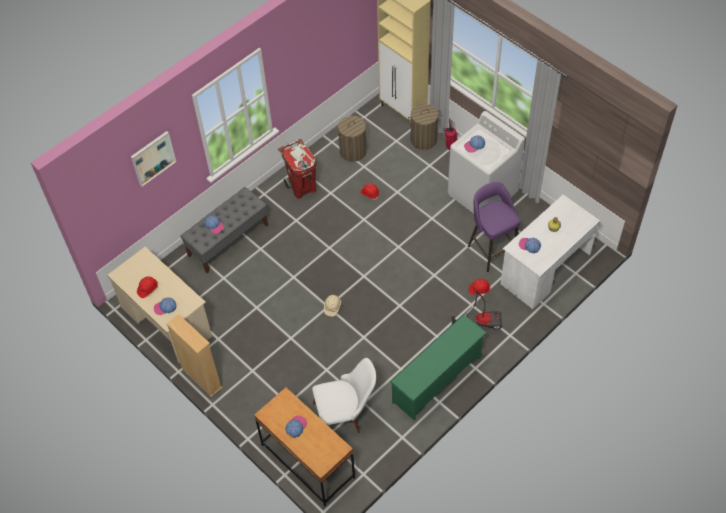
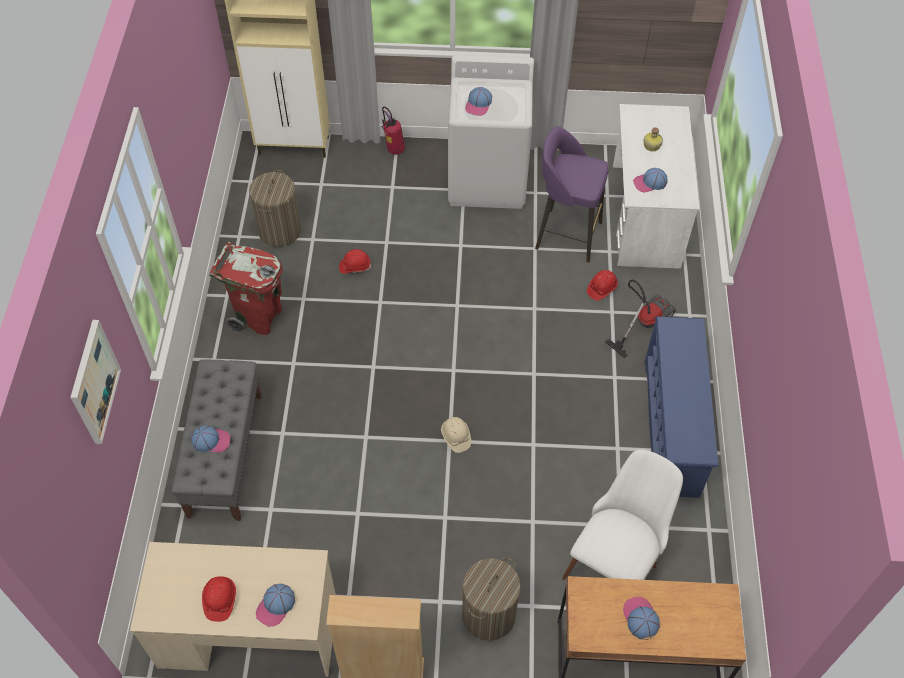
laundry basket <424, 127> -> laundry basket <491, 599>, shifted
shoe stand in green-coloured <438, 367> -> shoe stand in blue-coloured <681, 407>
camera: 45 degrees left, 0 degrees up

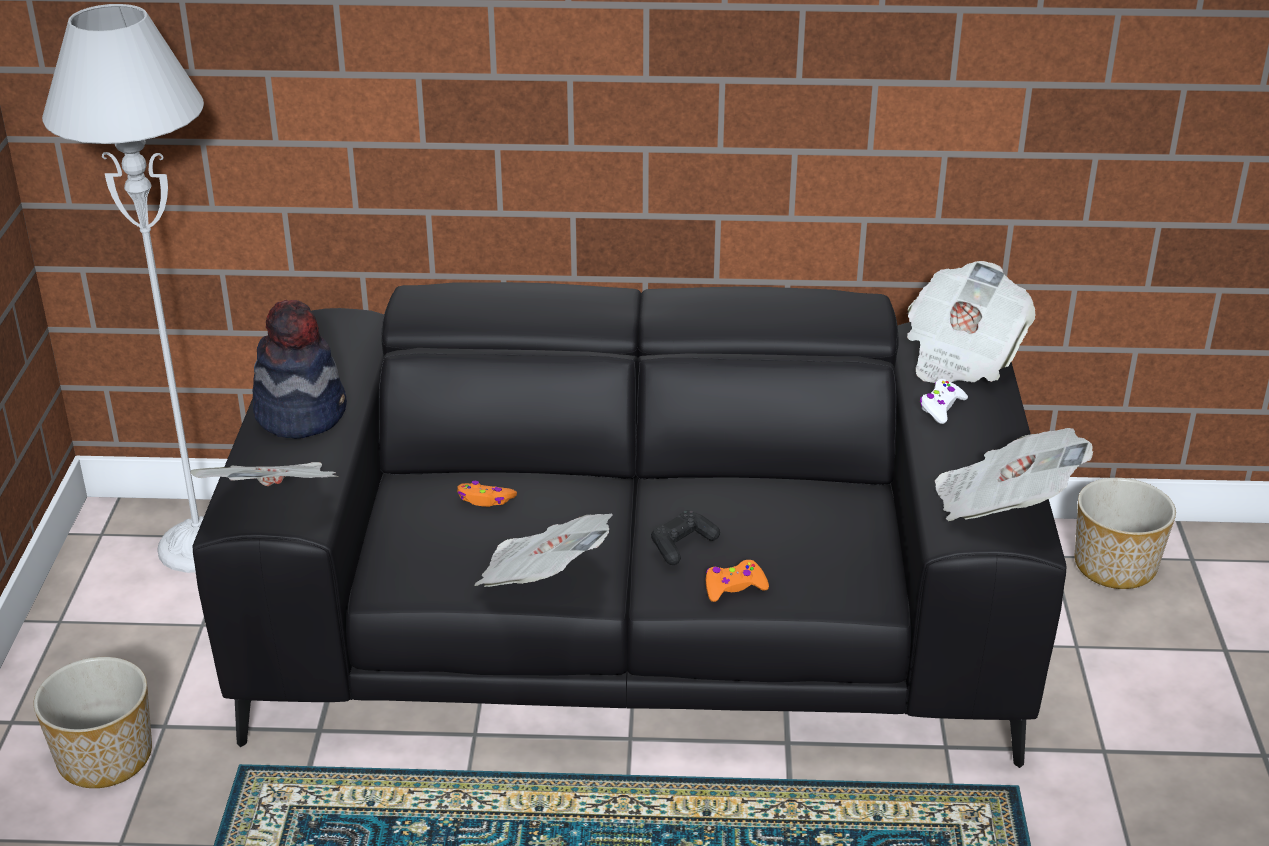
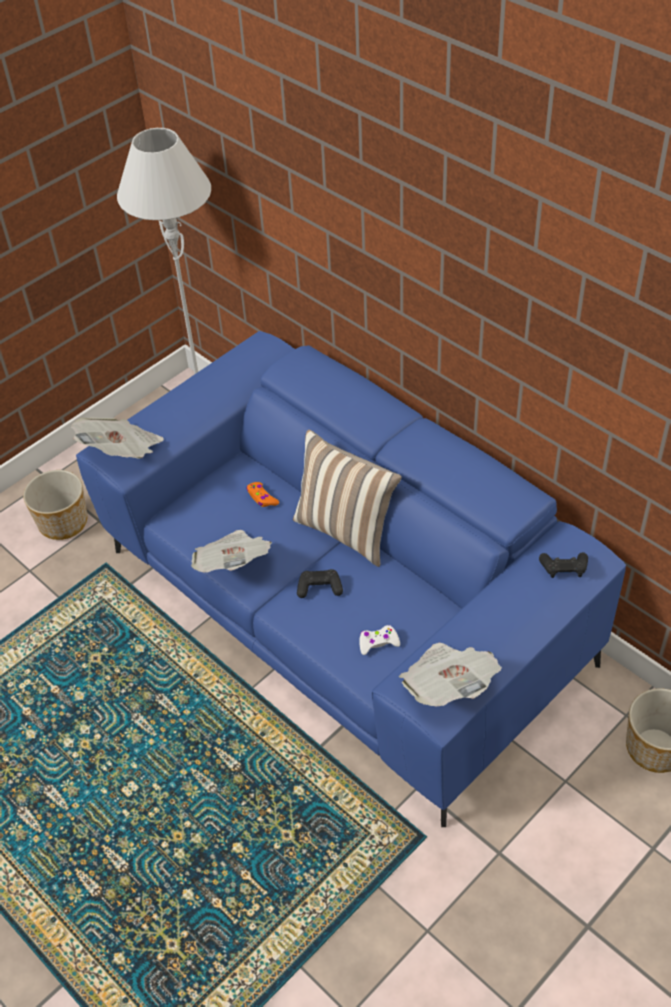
printed paper <971, 322> -> gamepad in black-coloured <563, 565>
settee in black-coloured <629, 525> -> settee in blue-coloured <351, 579>
wearable hat <300, 369> -> none
gamepad in whitish <944, 401> -> gamepad in whitish <379, 640>, shifted
gamepad in orange-coloured <737, 581> -> none
none -> cushion <347, 498>
camera: 45 degrees right, 15 degrees up

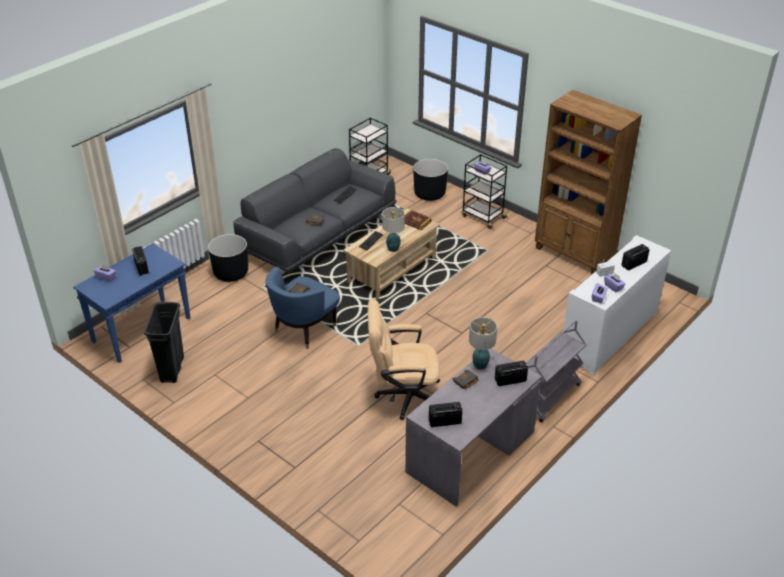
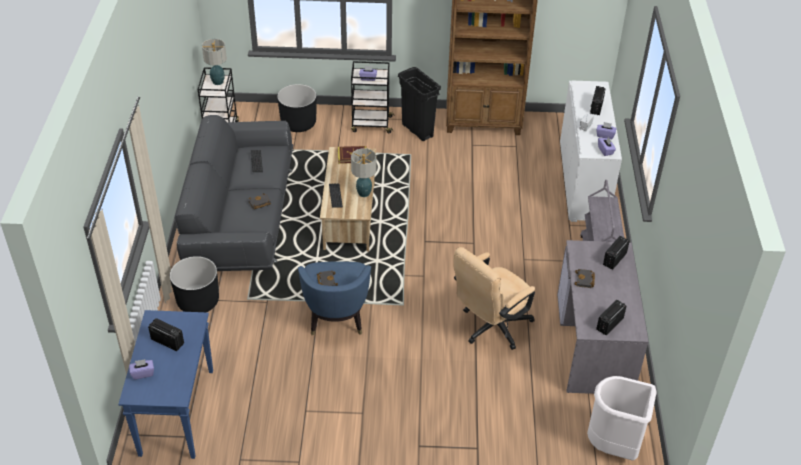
trash can in black-coloured <164, 342> -> trash can in black-coloured <419, 104>, shifted
tabletop lamp <483, 343> -> tabletop lamp <214, 62>, shifted
none -> trash can in whitish <622, 418>
camera: 40 degrees left, 5 degrees up

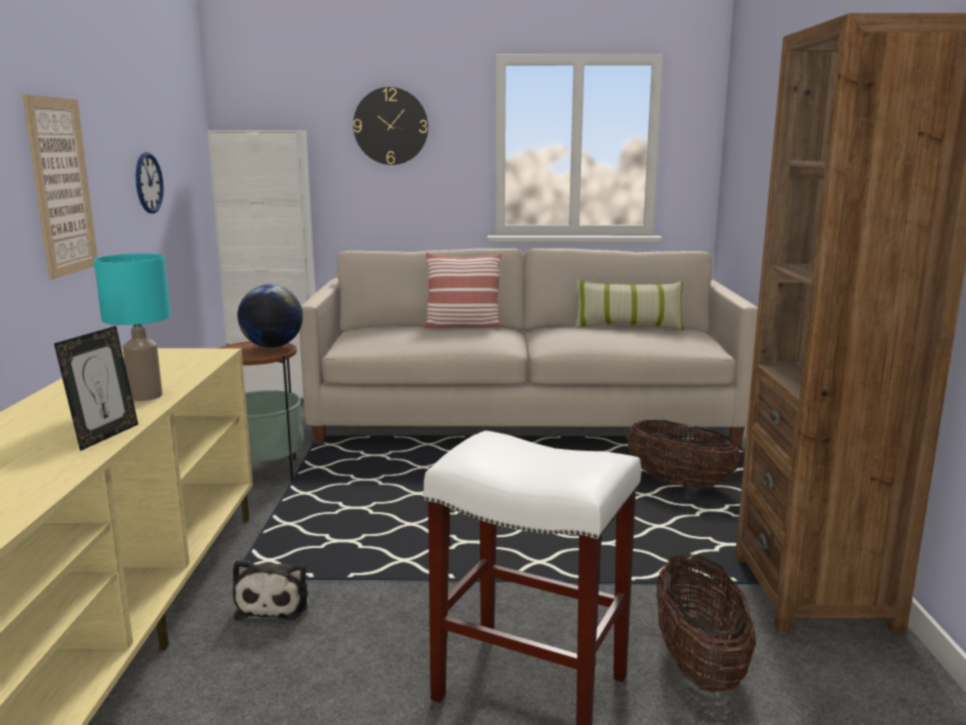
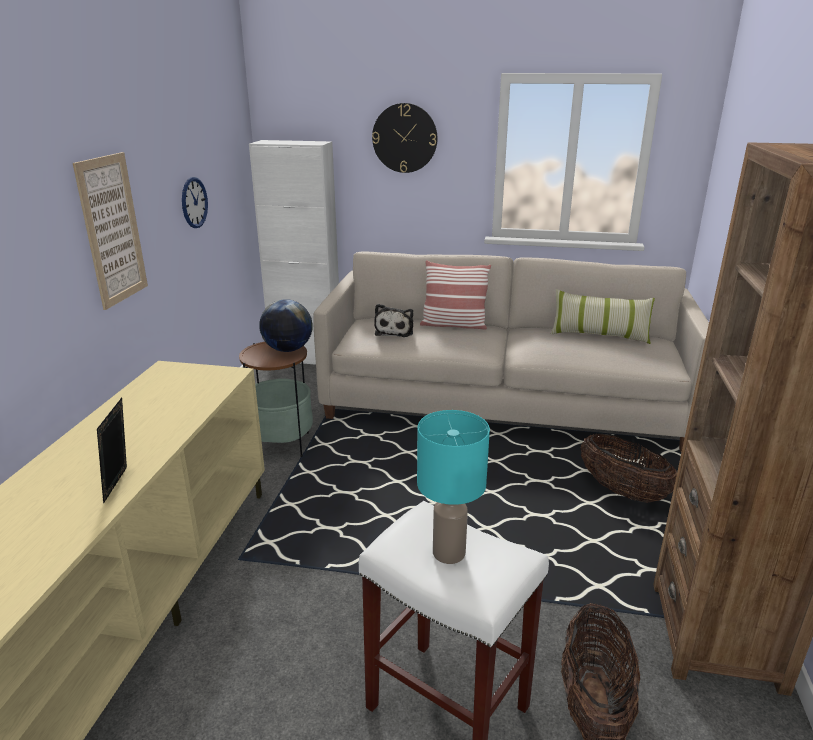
tabletop lamp in blue-green <132, 327> -> tabletop lamp in blue-green <453, 487>, shifted
photo frame <96, 388> -> photo frame <112, 451>, 150 degrees clockwise
plush toy <271, 590> -> plush toy <393, 320>, shifted
camera: 10 degrees right, 10 degrees up

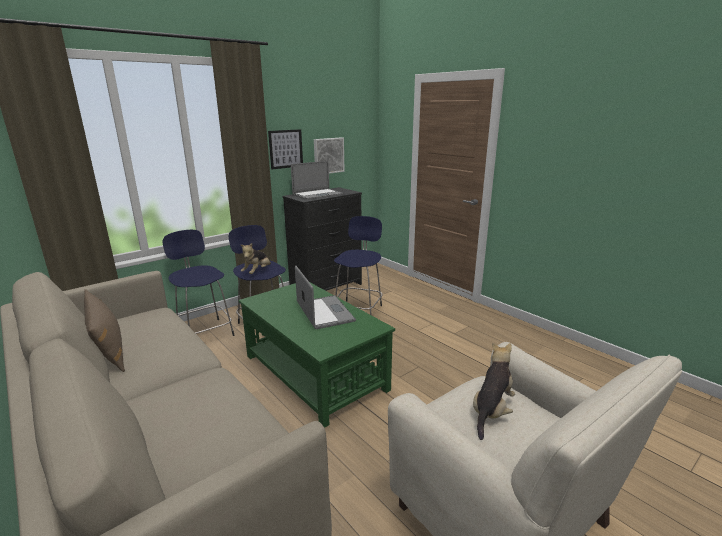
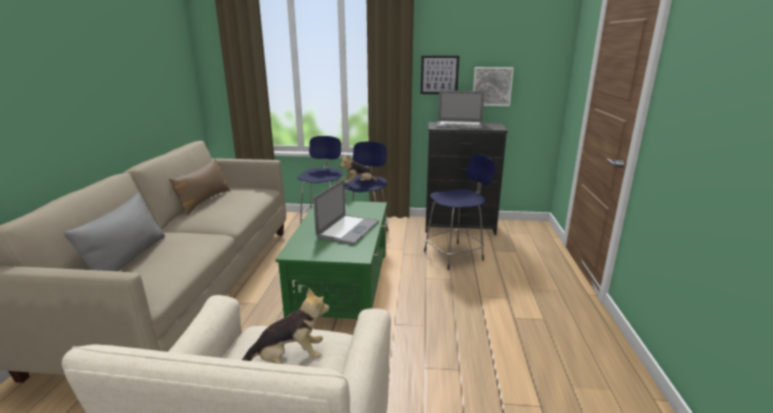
none -> cushion in grey <114, 231>
camera: 45 degrees right, 0 degrees up

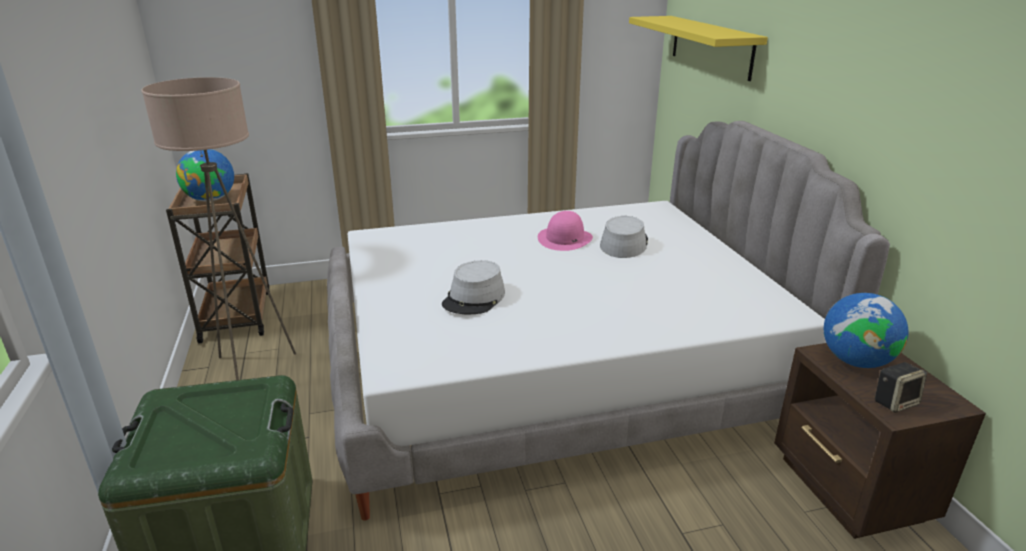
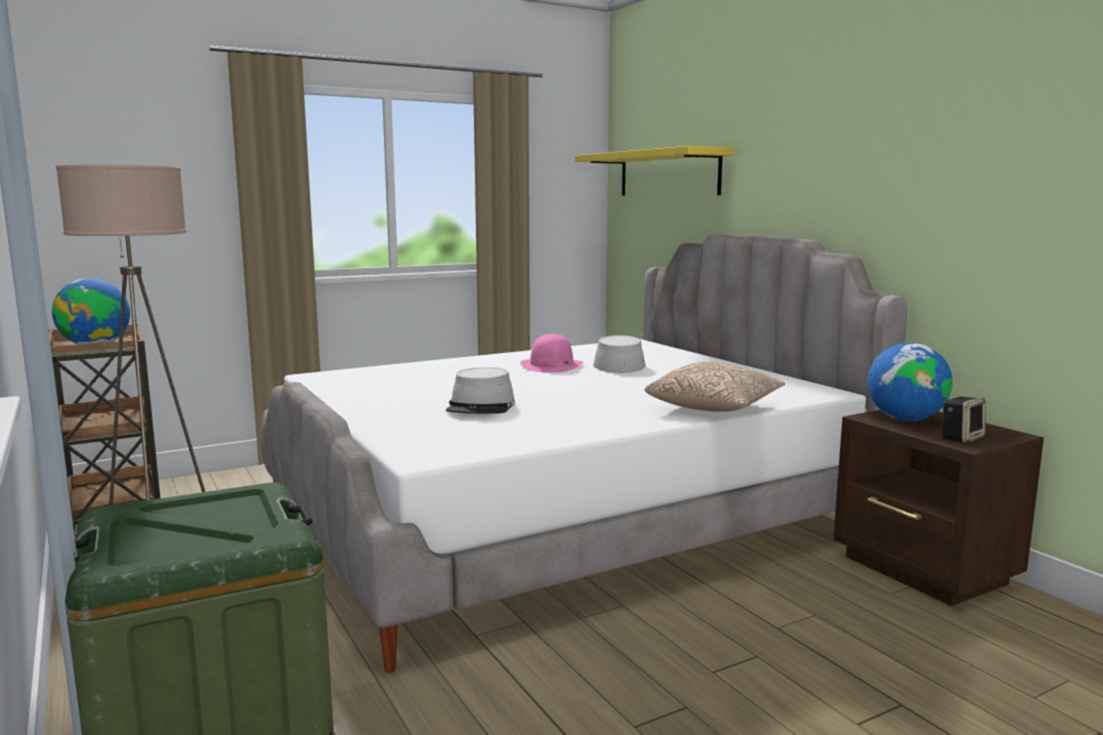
none -> cushion <715, 387>
camera: 15 degrees left, 15 degrees down

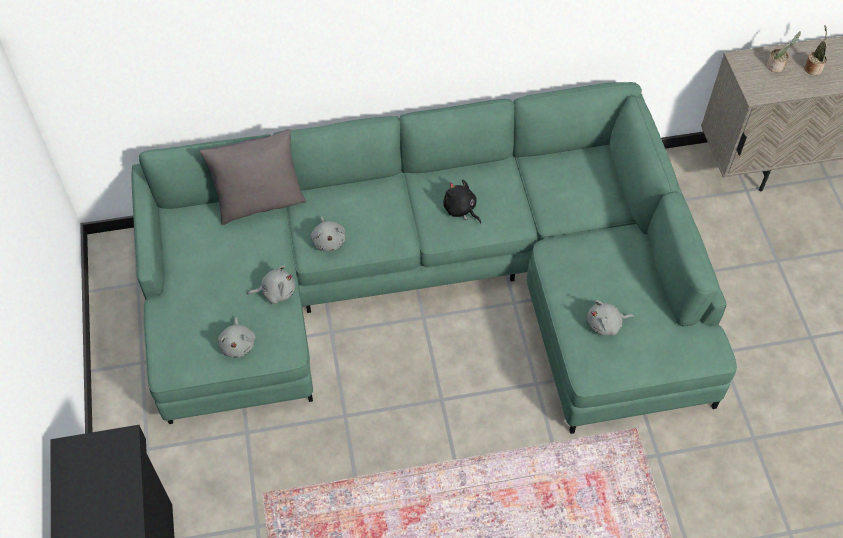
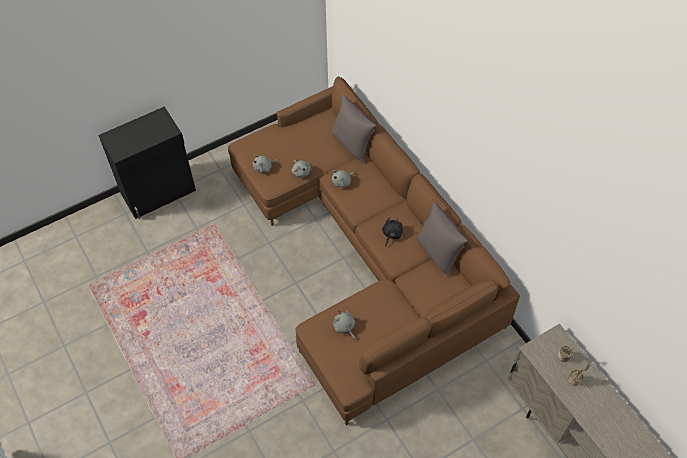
settee in green-coloured <434, 258> -> settee in brown-coloured <374, 251>
none -> cushion in grey <442, 239>
camera: 70 degrees right, 0 degrees up

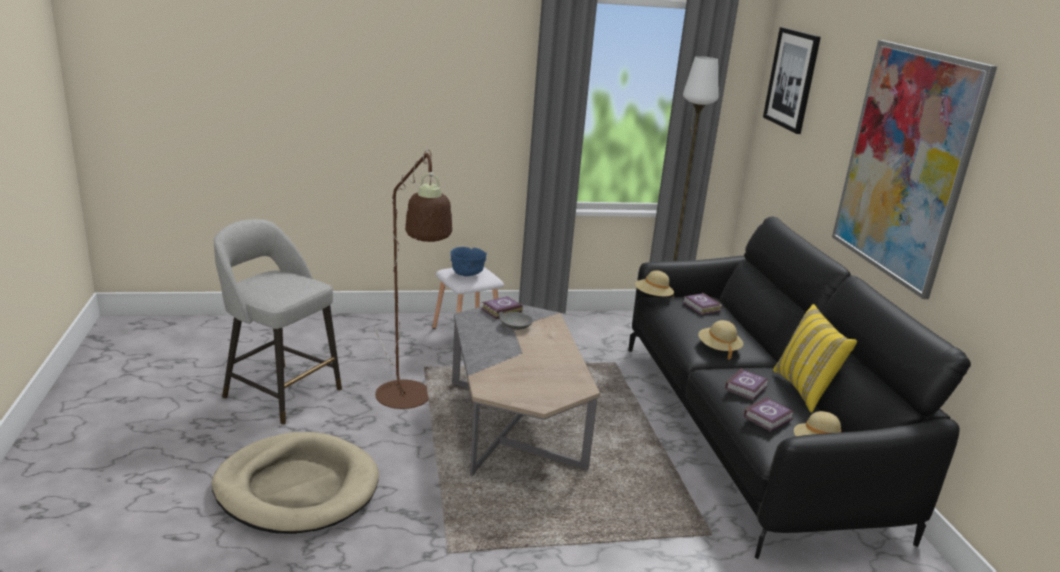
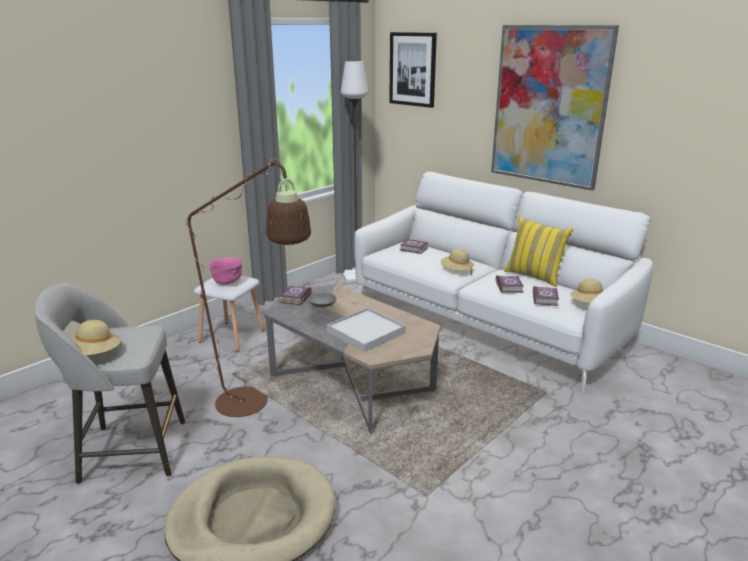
settee in black-coloured <800, 387> -> settee in whitish <503, 283>
bowl in blue-coloured <468, 261> -> bowl in pink <225, 271>
wearable hat in sand-coloured <654, 283> -> wearable hat in sand-coloured <95, 337>, shifted
none -> carrying tray in whitish <366, 330>
camera: 35 degrees left, 0 degrees up

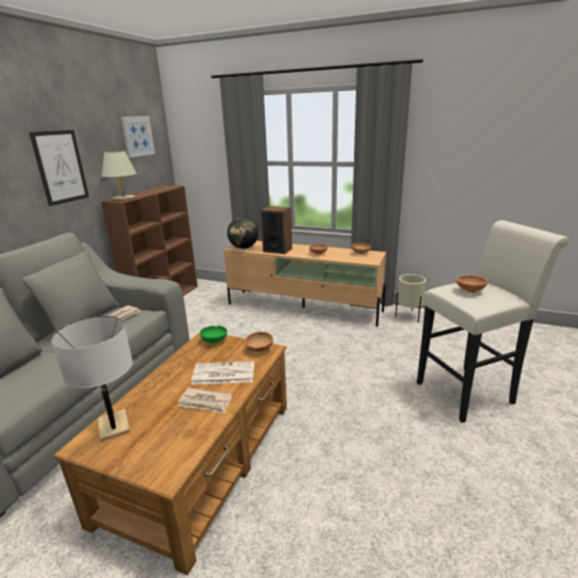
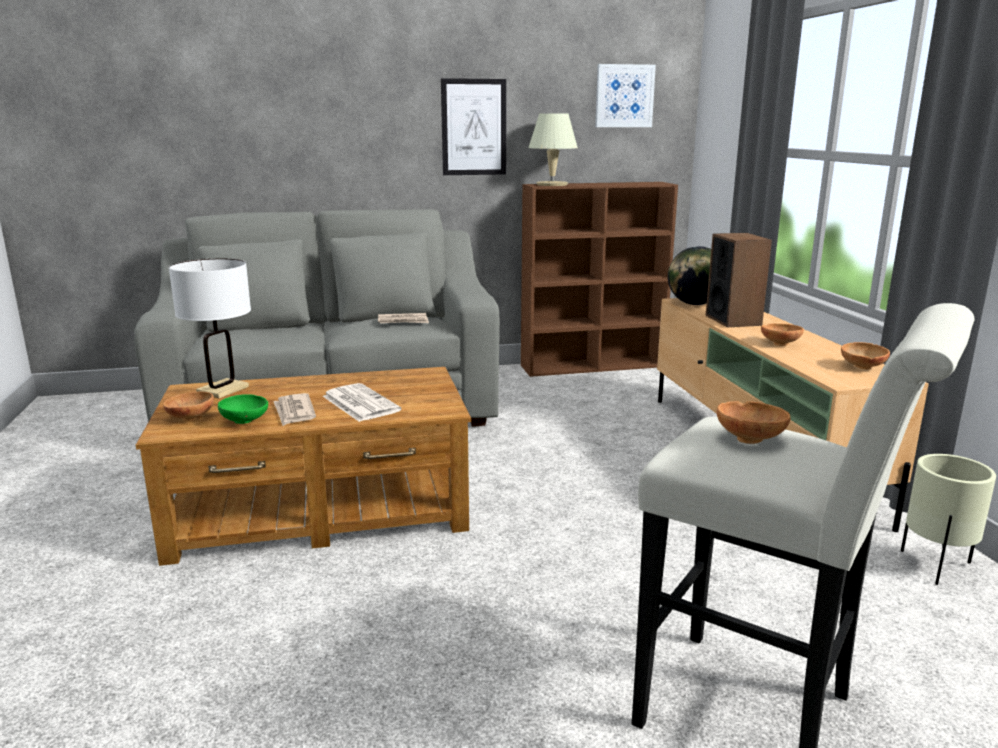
bowl in green-coloured <213, 335> -> bowl in green-coloured <243, 409>, shifted
bowl in brown-coloured <259, 342> -> bowl in brown-coloured <188, 406>, shifted
camera: 55 degrees right, 5 degrees down

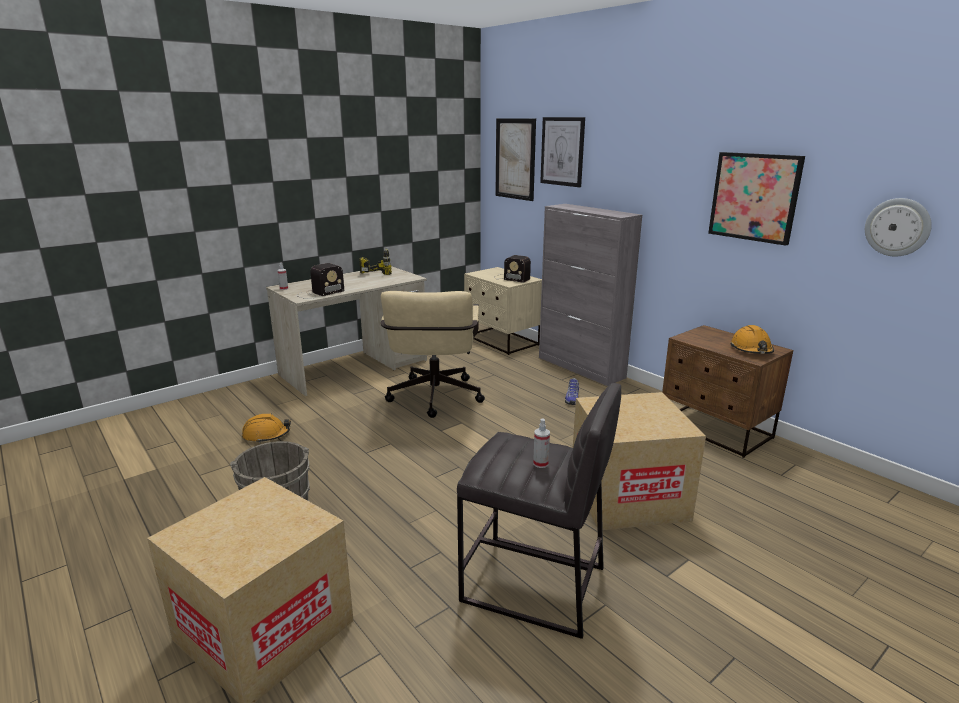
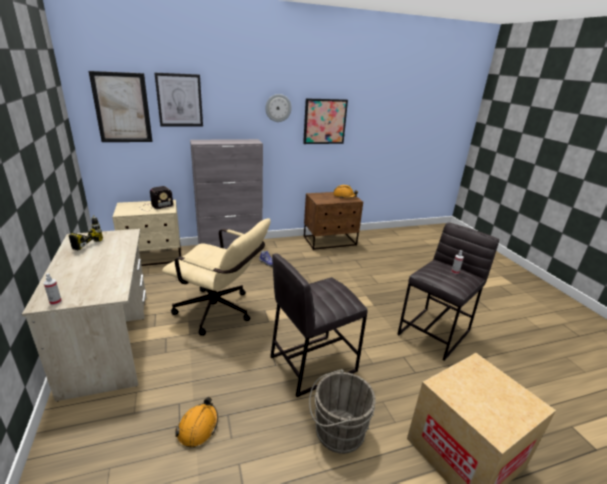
hanging clock <898, 227> -> hanging clock <278, 108>, shifted
radio set <320, 281> -> none
carton <639, 461> -> none
none -> stool seat in grey <318, 325>
camera: 70 degrees left, 5 degrees up

